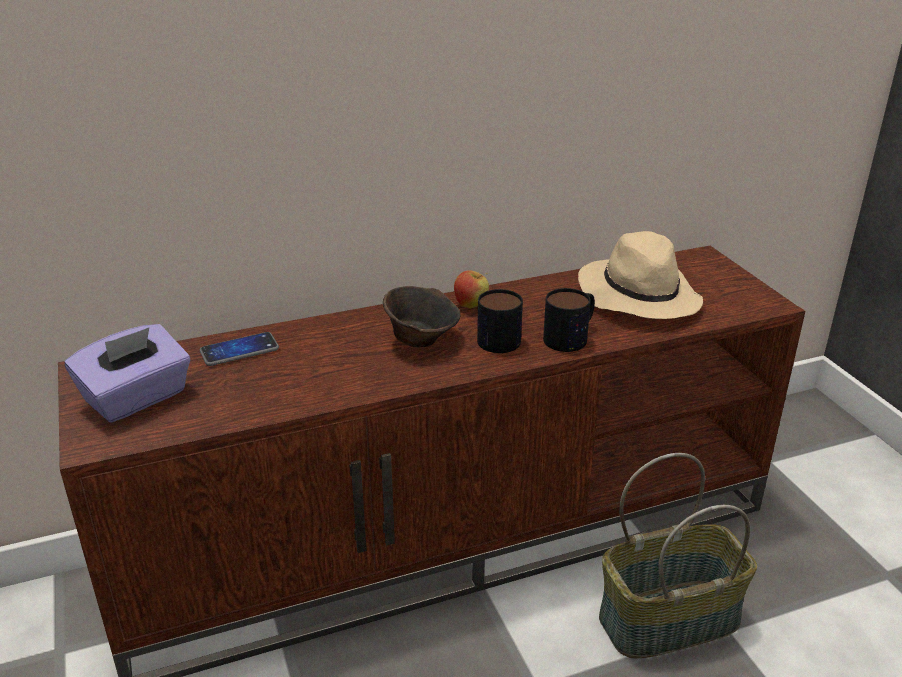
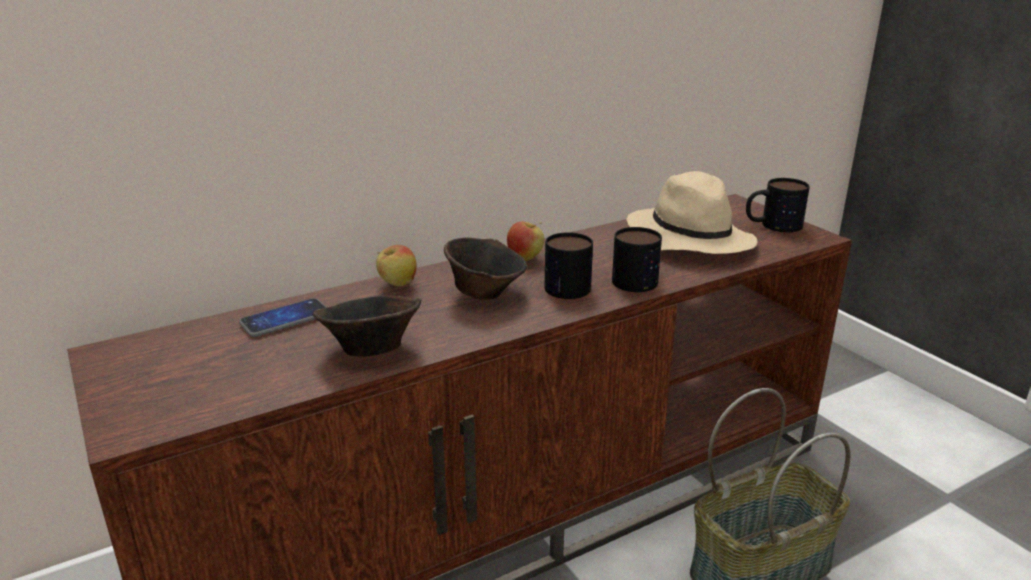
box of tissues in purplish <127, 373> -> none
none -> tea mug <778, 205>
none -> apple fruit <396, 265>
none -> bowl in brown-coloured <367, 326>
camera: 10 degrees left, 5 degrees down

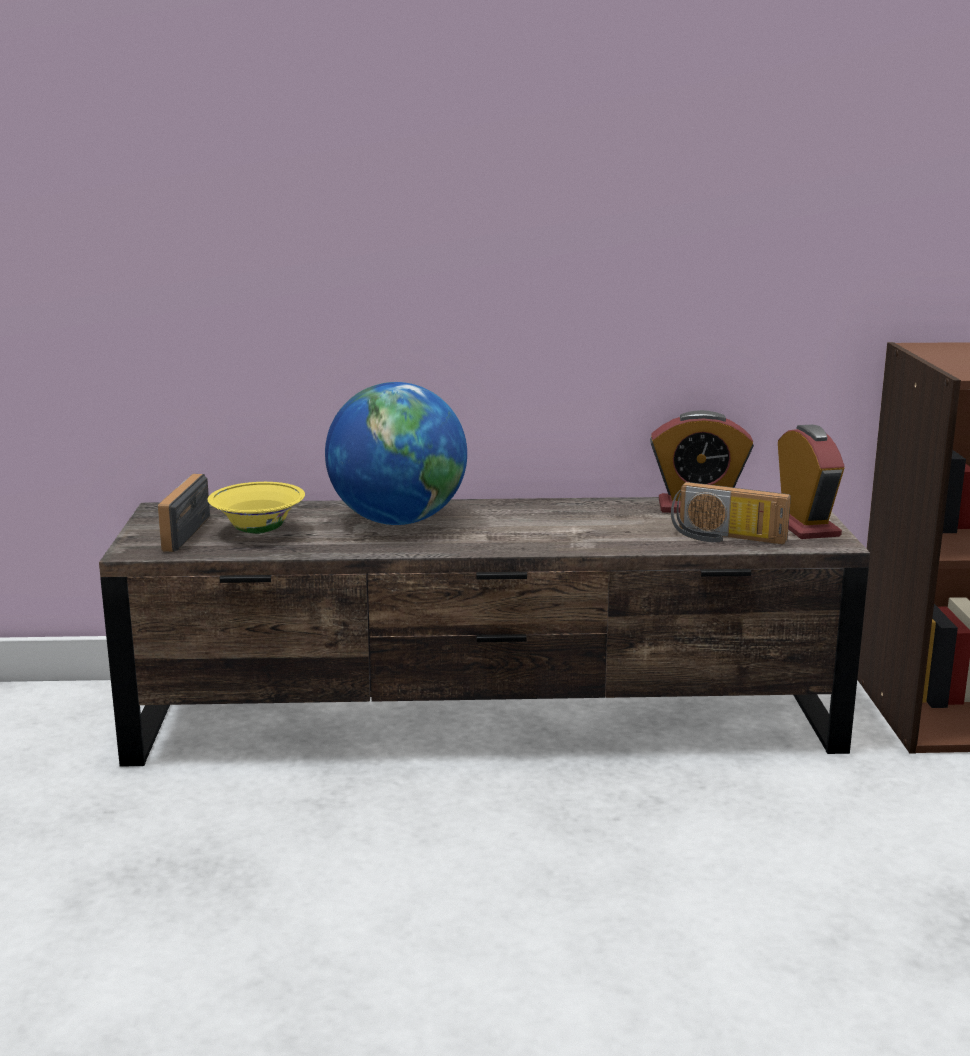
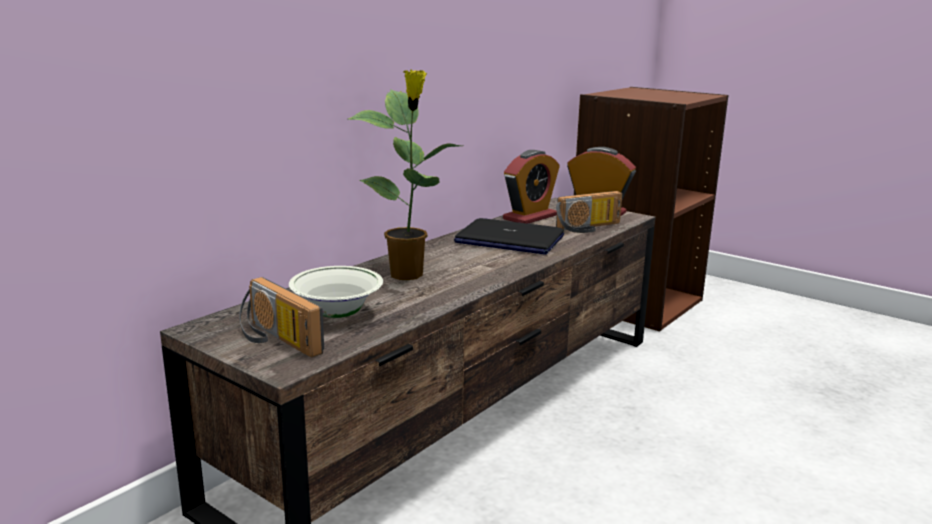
globe <396, 453> -> houseplant <405, 174>
bowl in yellowish <256, 508> -> bowl in whitish <336, 292>
none -> notebook computer <509, 236>
camera: 50 degrees left, 0 degrees up

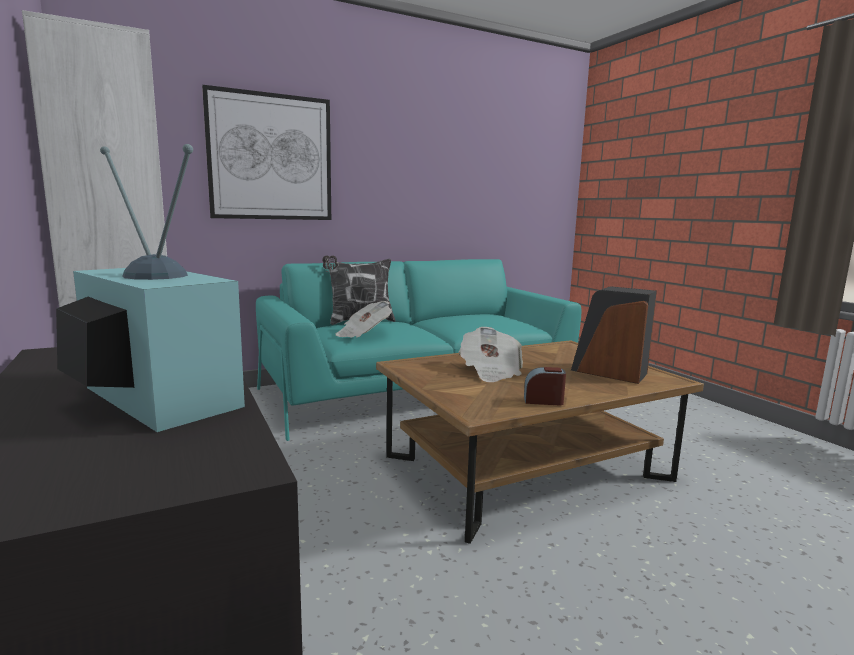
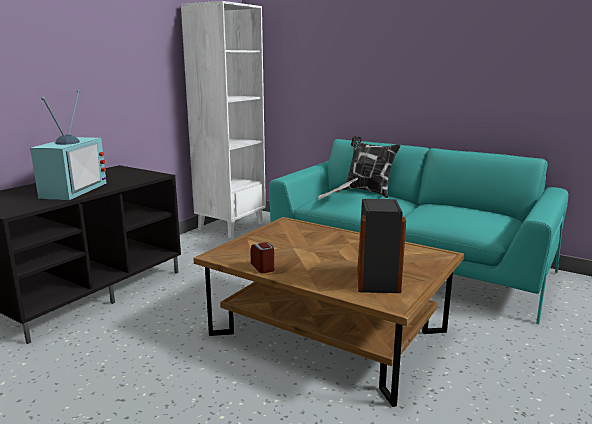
wall art <266, 152> -> none
printed paper <491, 354> -> none
camera: 60 degrees right, 5 degrees up

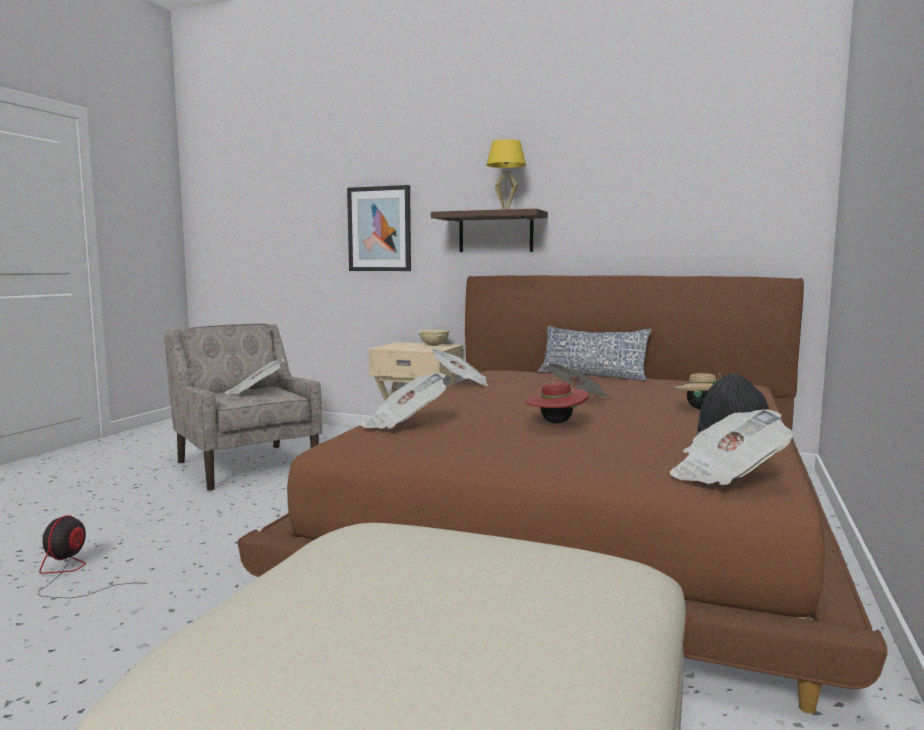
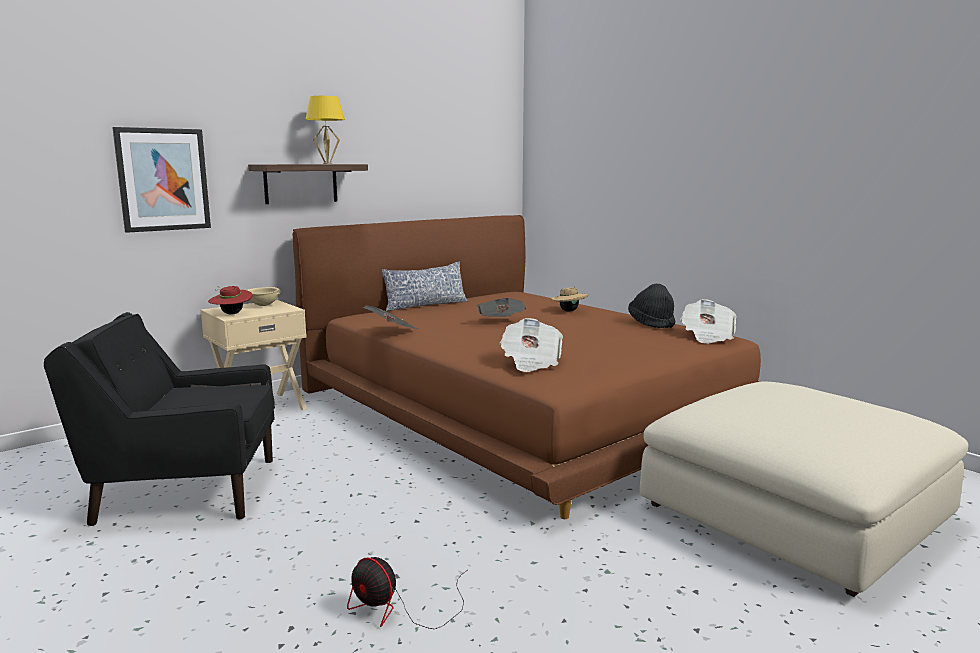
easy chair in sand-coloured <243, 407> -> easy chair in black-coloured <159, 419>
printed paper <255, 377> -> none
wearable hat in reddish <557, 401> -> wearable hat in reddish <230, 300>, shifted
camera: 60 degrees left, 5 degrees up

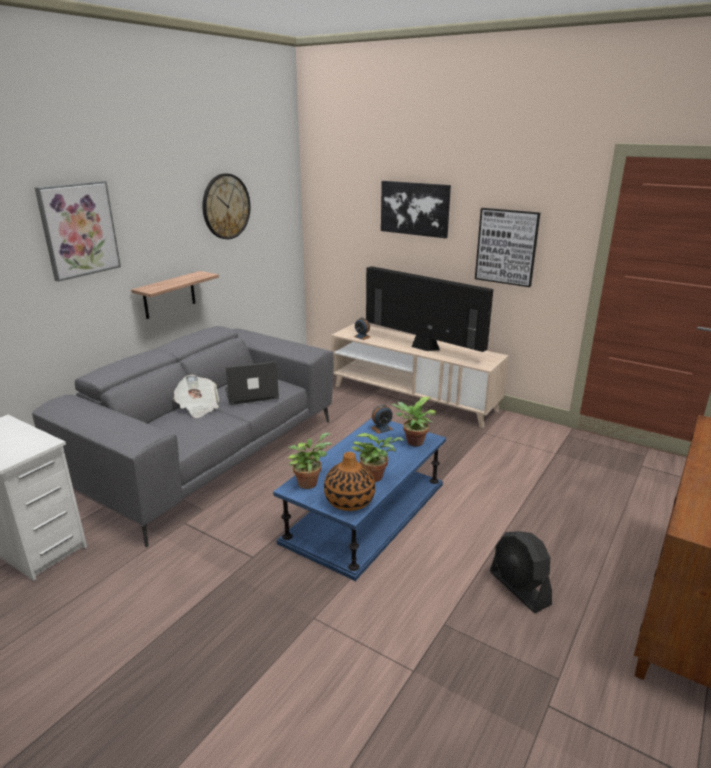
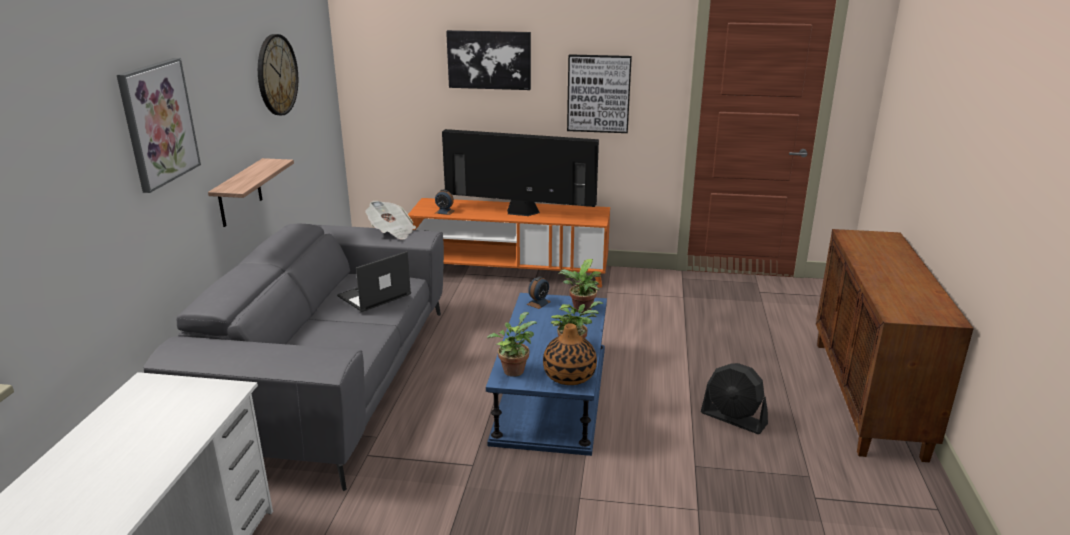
tv stand in sand-coloured <420, 375> -> tv stand in orange-coloured <509, 243>
printed paper <196, 396> -> printed paper <390, 220>, shifted
camera: 25 degrees left, 0 degrees up

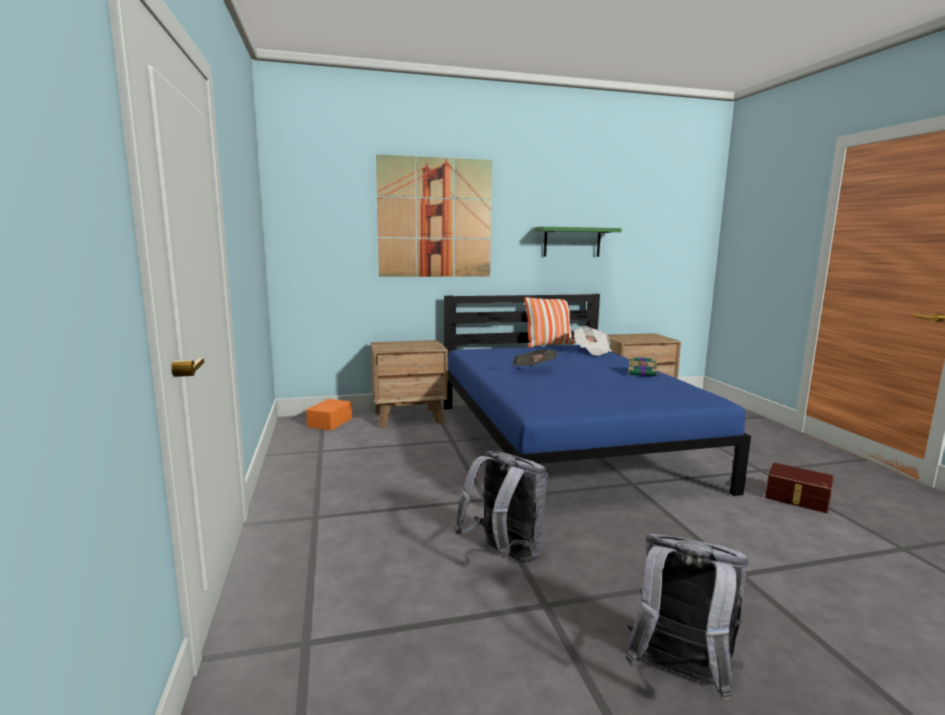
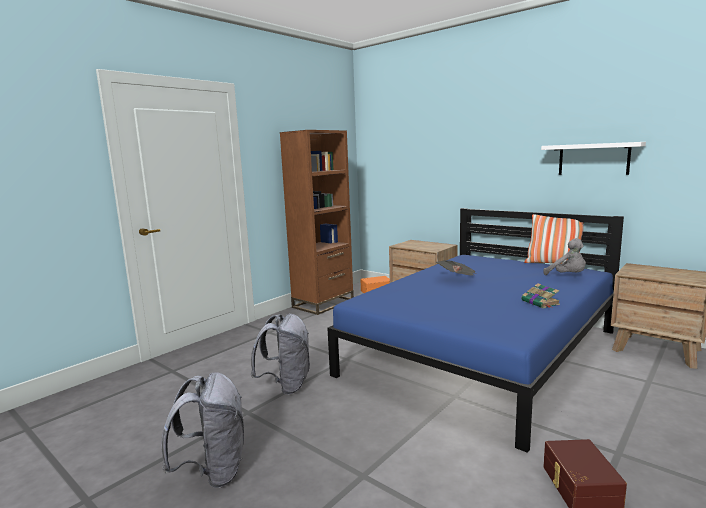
wall art <434, 215> -> none
shelf in green-coloured <578, 242> -> shelf in whitish <593, 158>
printed paper <593, 341> -> plush toy in grey <564, 256>
none -> bookshelf in brown-coloured <317, 222>
camera: 55 degrees right, 0 degrees up

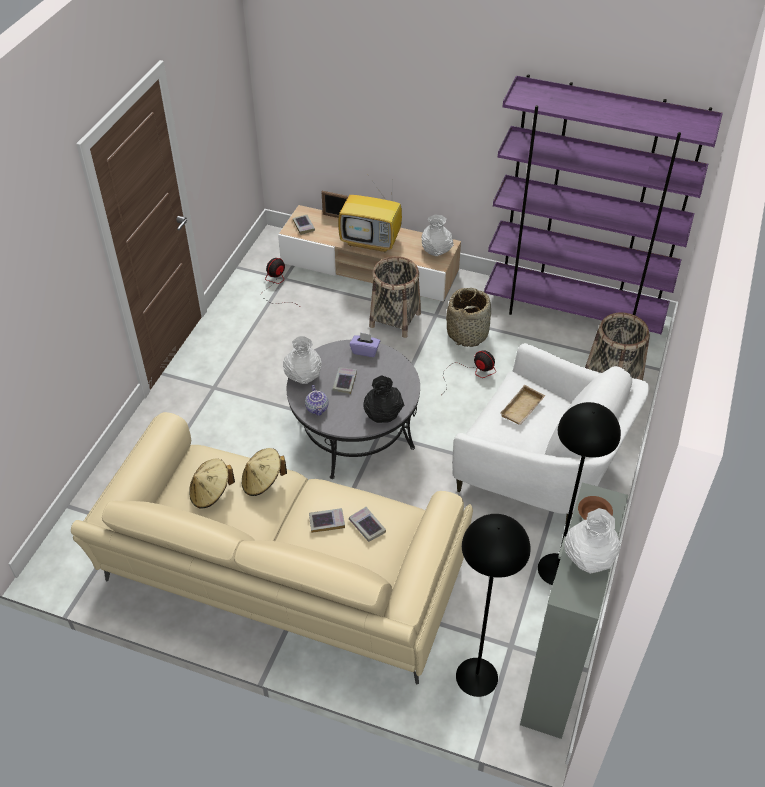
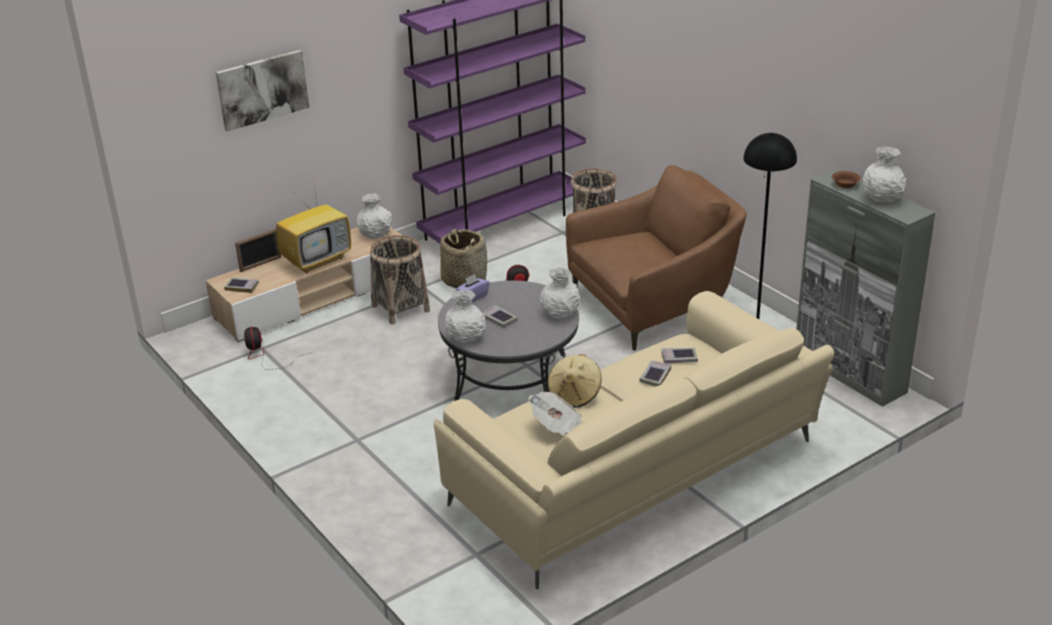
easy chair in whitish <551, 432> -> easy chair in brown-coloured <656, 258>
vase in black-coloured <383, 399> -> vase in whitish <560, 293>
pot for tea <317, 400> -> none
carrying tray in sand-coloured <522, 405> -> none
wearable hat in sand-coloured <212, 483> -> printed paper <555, 414>
standing lamp in black-coloured <493, 605> -> none
none -> wall art <262, 91>
camera: 55 degrees left, 15 degrees down

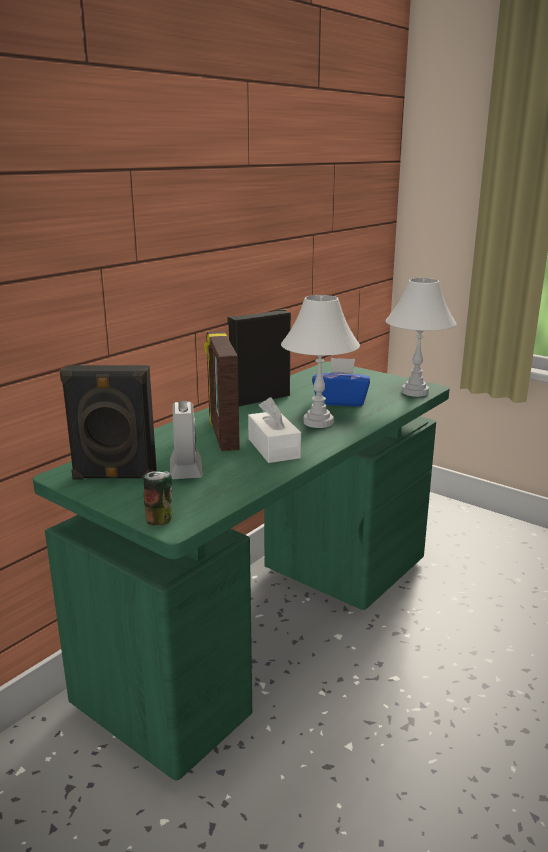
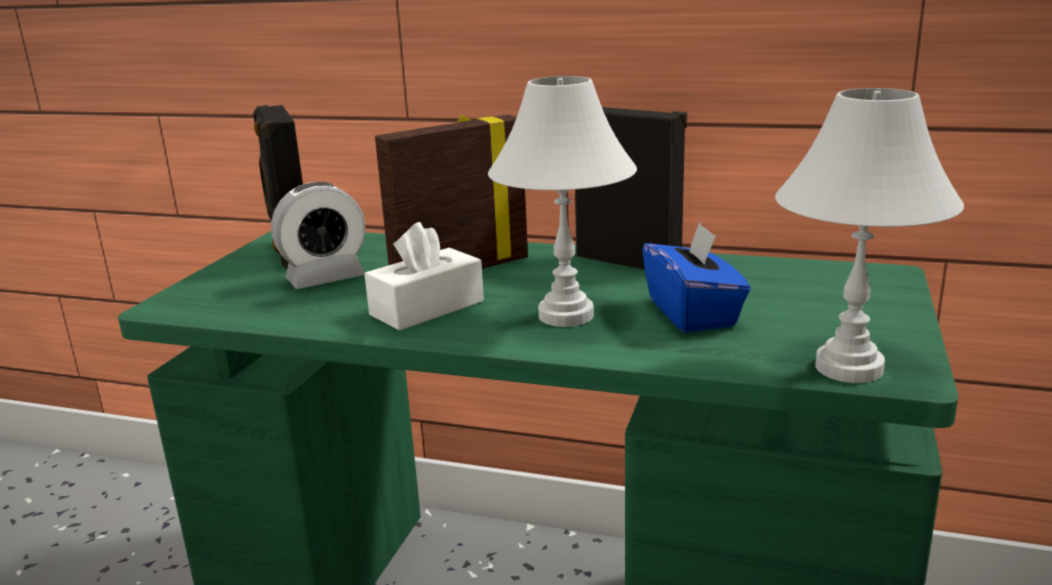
sealed can <157, 498> -> none
camera: 70 degrees right, 0 degrees up

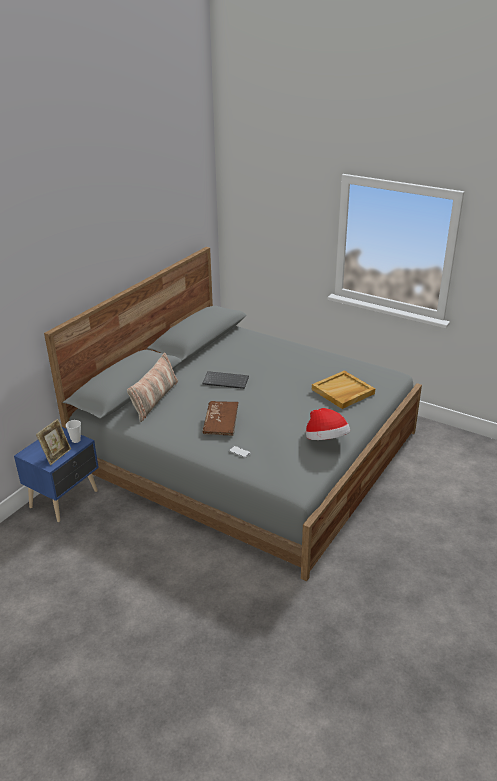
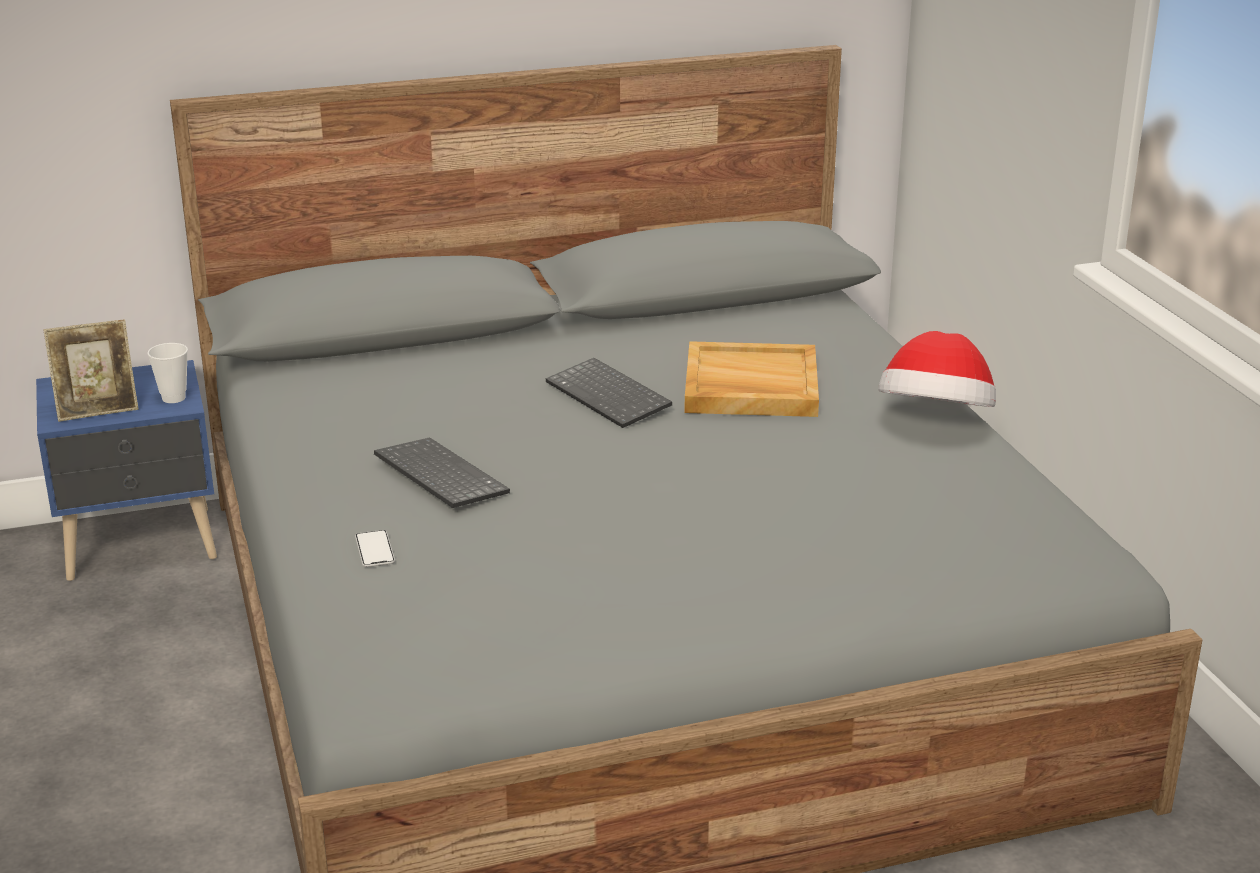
cushion <152, 387> -> none
carrying tray in sand-coloured <343, 390> -> carrying tray in sand-coloured <751, 379>, shifted
bound book in brown-coloured <220, 418> -> computer keyboard <442, 472>
wearable hat <328, 424> -> wearable hat <937, 369>, shifted
camera: 40 degrees right, 5 degrees down

